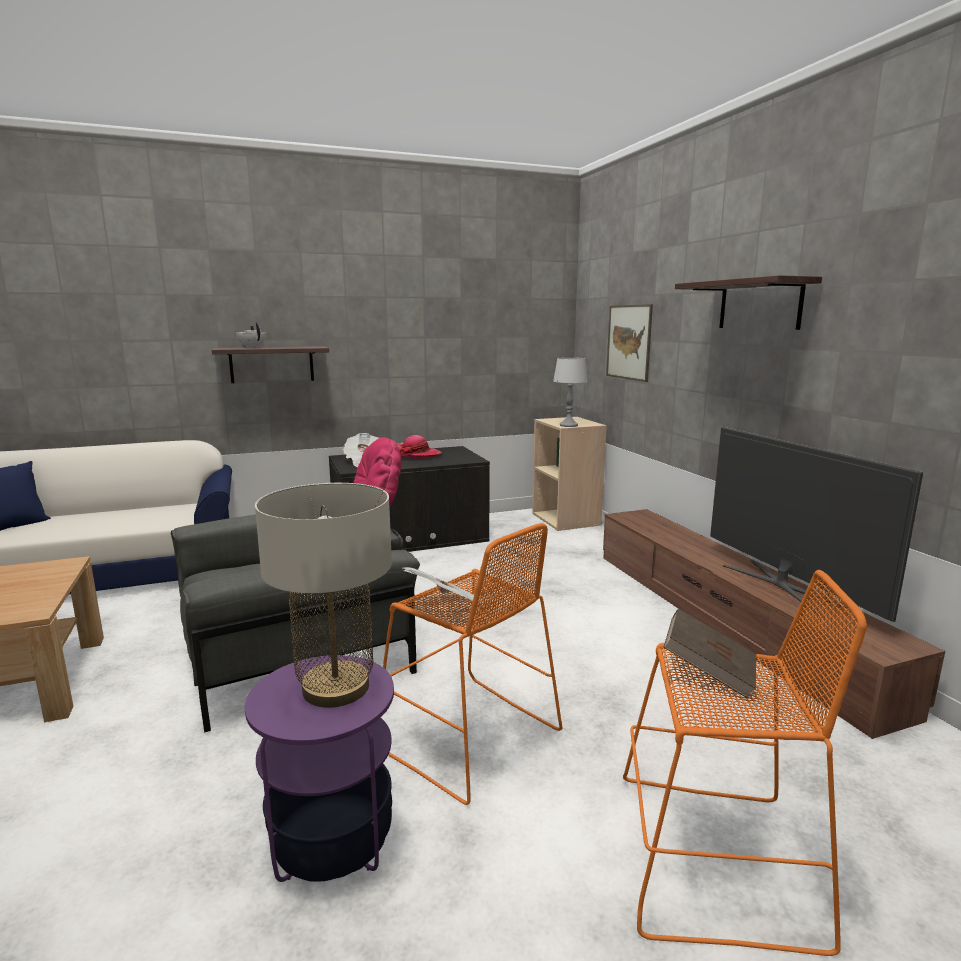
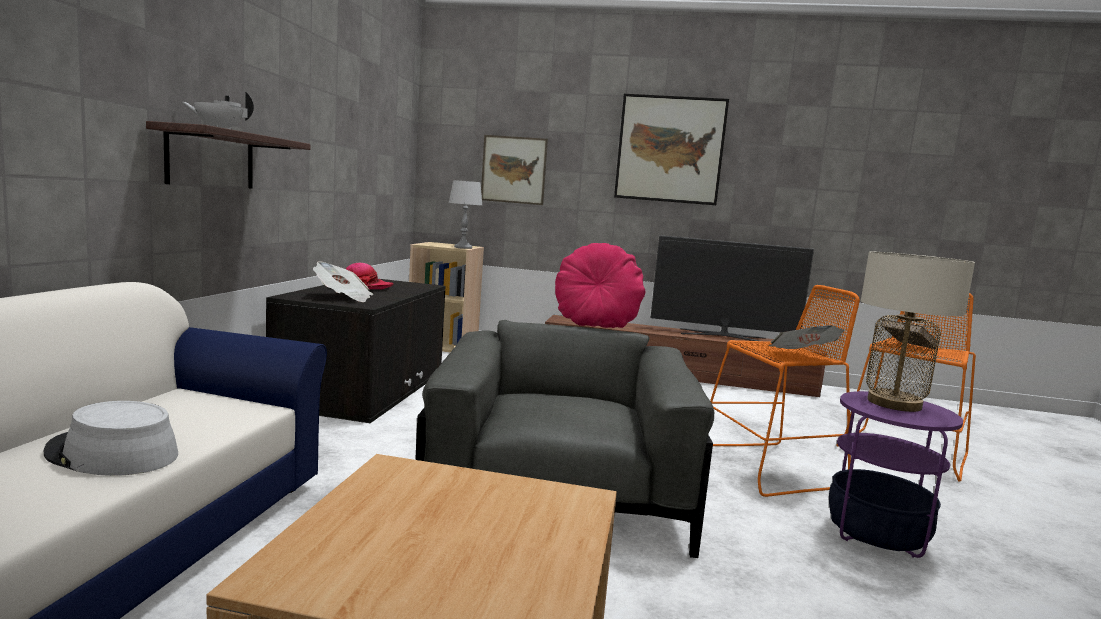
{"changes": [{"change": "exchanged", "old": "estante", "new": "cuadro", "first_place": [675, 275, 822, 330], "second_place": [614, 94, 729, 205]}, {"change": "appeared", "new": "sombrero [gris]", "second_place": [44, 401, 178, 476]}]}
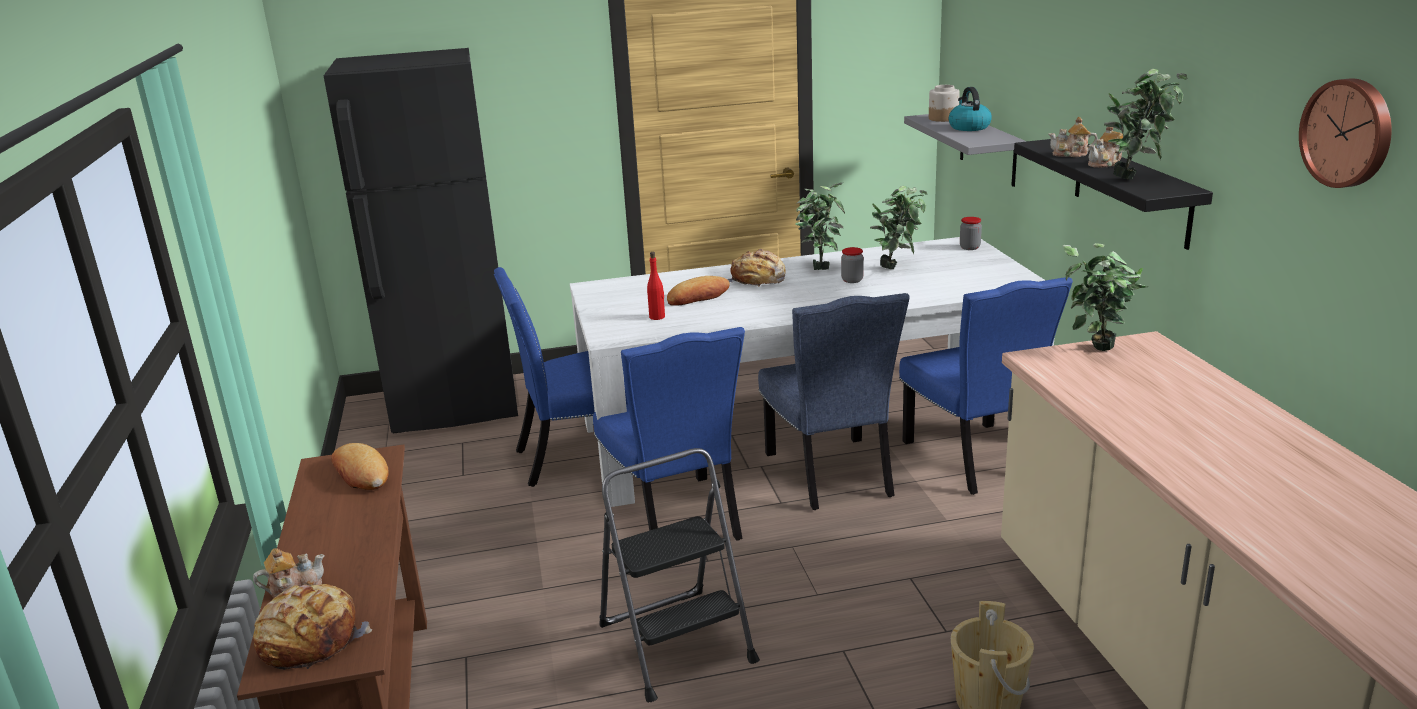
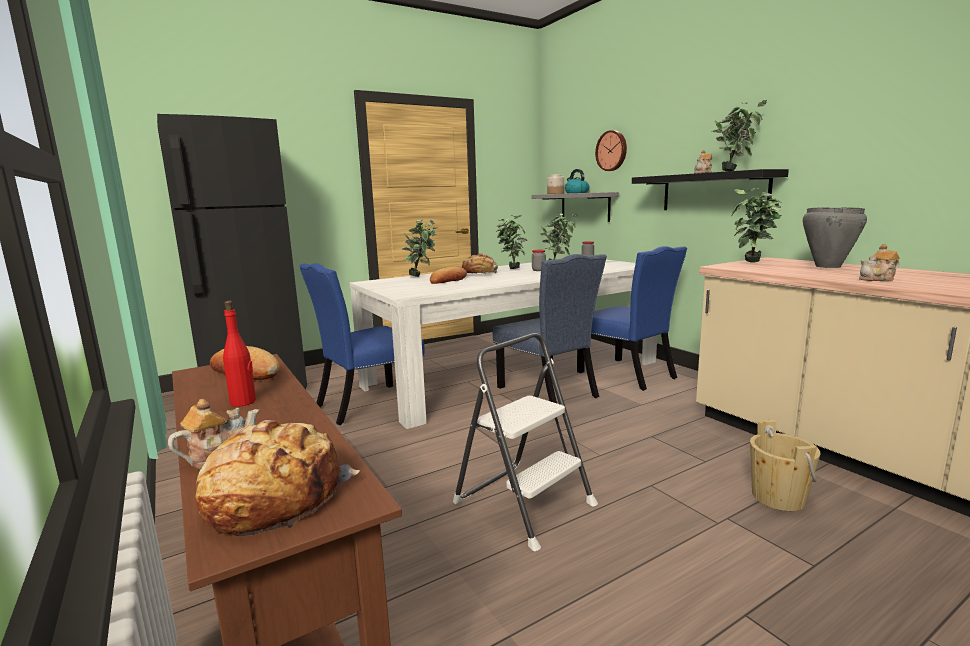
{"changes": [{"change": "relocated", "old": "reloj de pared", "first_place": [1299, 79, 1392, 188], "second_place": [595, 130, 627, 171]}, {"change": "relocated", "old": "tetera", "first_place": [1049, 117, 1098, 157], "second_place": [859, 244, 900, 281]}, {"change": "relocated", "old": "botella [rojo]", "first_place": [647, 252, 665, 320], "second_place": [223, 301, 256, 407]}, {"change": "missing", "old": "silla [azul]", "first_place": [593, 327, 745, 541]}, {"change": "colour", "old": "escalera de tijera [negro]", "new": "escalera de tijera [blanco]", "first_place": [600, 448, 760, 702], "second_place": [453, 333, 598, 551]}, {"change": "appeared", "new": "olla [gris]", "second_place": [803, 207, 867, 268]}, {"change": "appeared", "new": "planta en maceta", "second_place": [402, 219, 437, 277]}]}
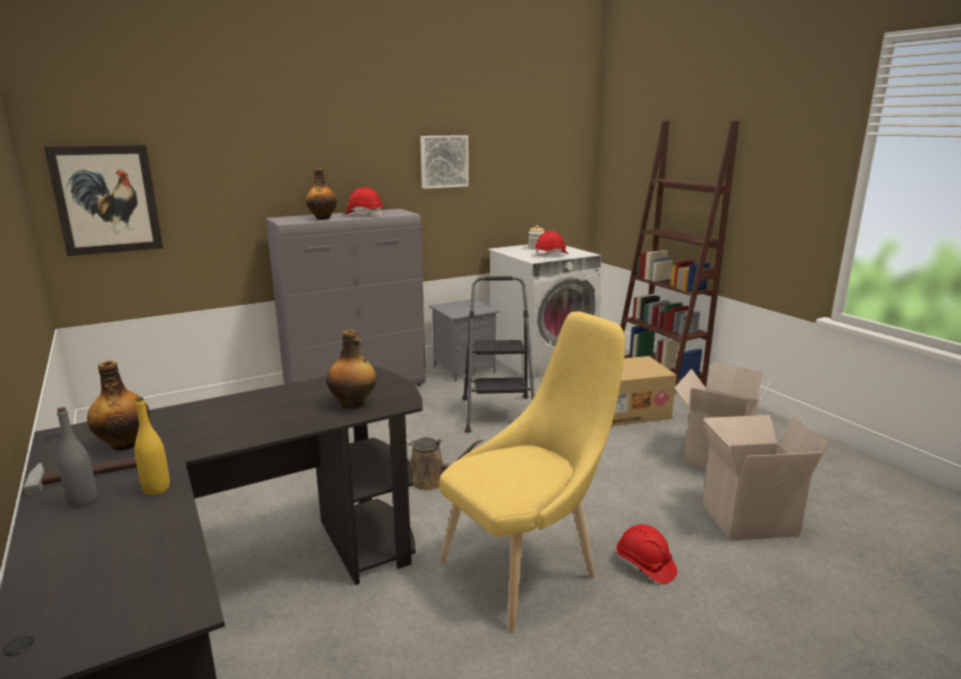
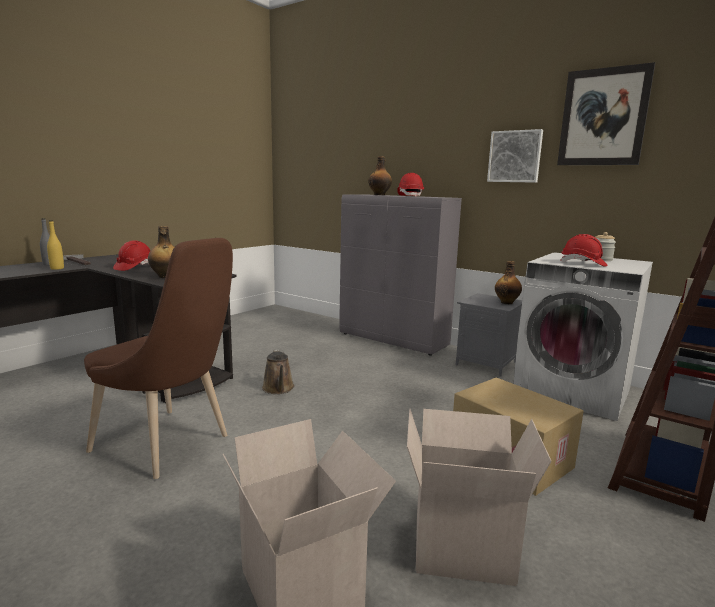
{"changes": [{"change": "relocated", "old": "cuadro", "first_place": [44, 145, 163, 256], "second_place": [557, 62, 655, 165]}, {"change": "missing", "old": "escalera de tijera [negro]", "first_place": [462, 276, 535, 433]}, {"change": "colour", "old": "silla [amarillo]", "new": "silla [marrón]", "first_place": [439, 311, 625, 632], "second_place": [84, 238, 233, 479]}, {"change": "relocated", "old": "botella", "first_place": [87, 360, 150, 451], "second_place": [495, 261, 522, 304]}, {"change": "relocated", "old": "casco [rojo]", "first_place": [616, 524, 677, 584], "second_place": [113, 241, 150, 271]}]}
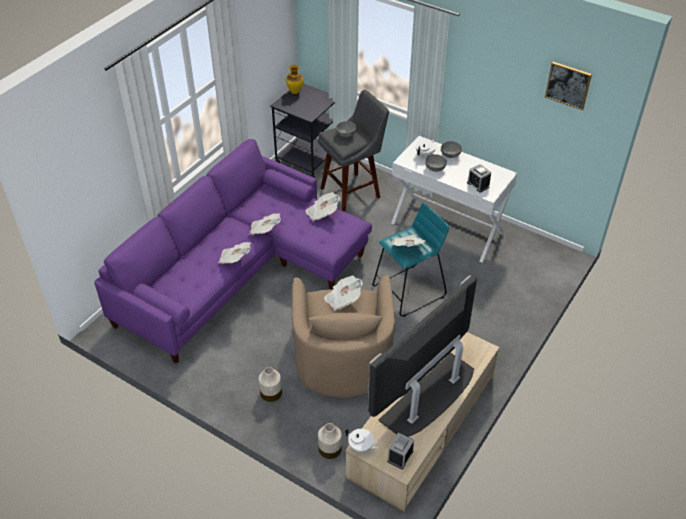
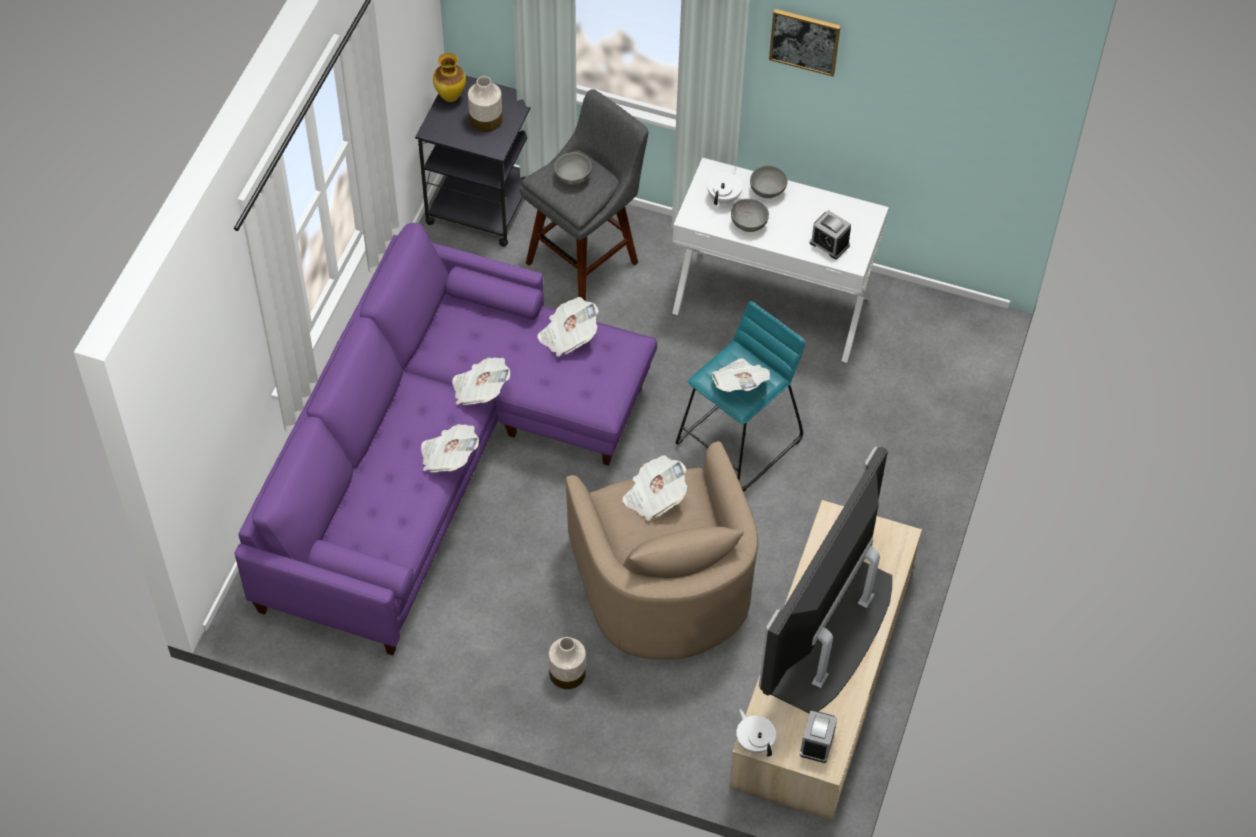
{"changes": [{"change": "relocated", "old": "cuadro", "first_place": [545, 62, 592, 110], "second_place": [769, 9, 841, 77]}, {"change": "relocated", "old": "florero [beis]", "first_place": [318, 423, 342, 459], "second_place": [468, 76, 503, 132]}, {"change": "spun", "old": "tetera [blanco]", "first_place": [345, 428, 379, 453], "second_place": [736, 709, 776, 757], "degrees": -135}]}
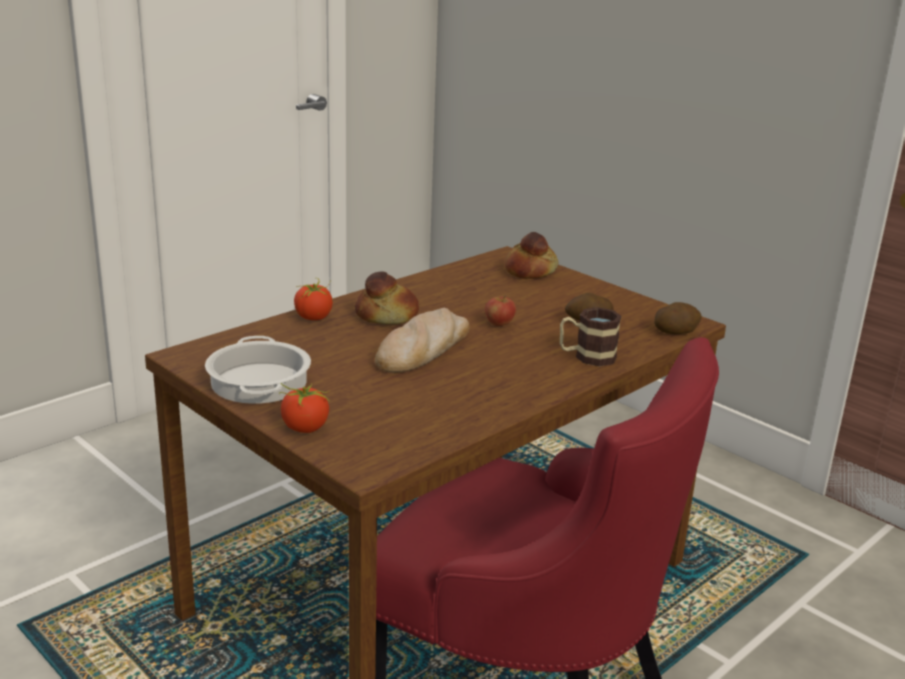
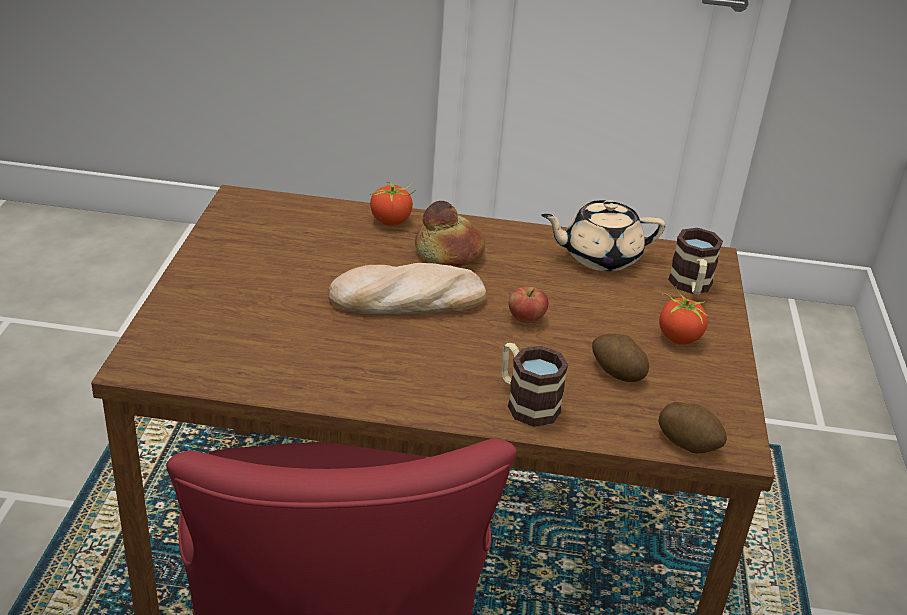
{"changes": [{"change": "exchanged", "old": "pan", "new": "taza grande", "first_place": [504, 232, 559, 279], "second_place": [668, 228, 723, 295]}, {"change": "missing", "old": "olla", "first_place": [205, 336, 311, 404]}, {"change": "relocated", "old": "tomate", "first_place": [279, 383, 330, 433], "second_place": [659, 286, 710, 344]}, {"change": "appeared", "new": "tetera [beis]", "second_place": [541, 200, 665, 271]}]}
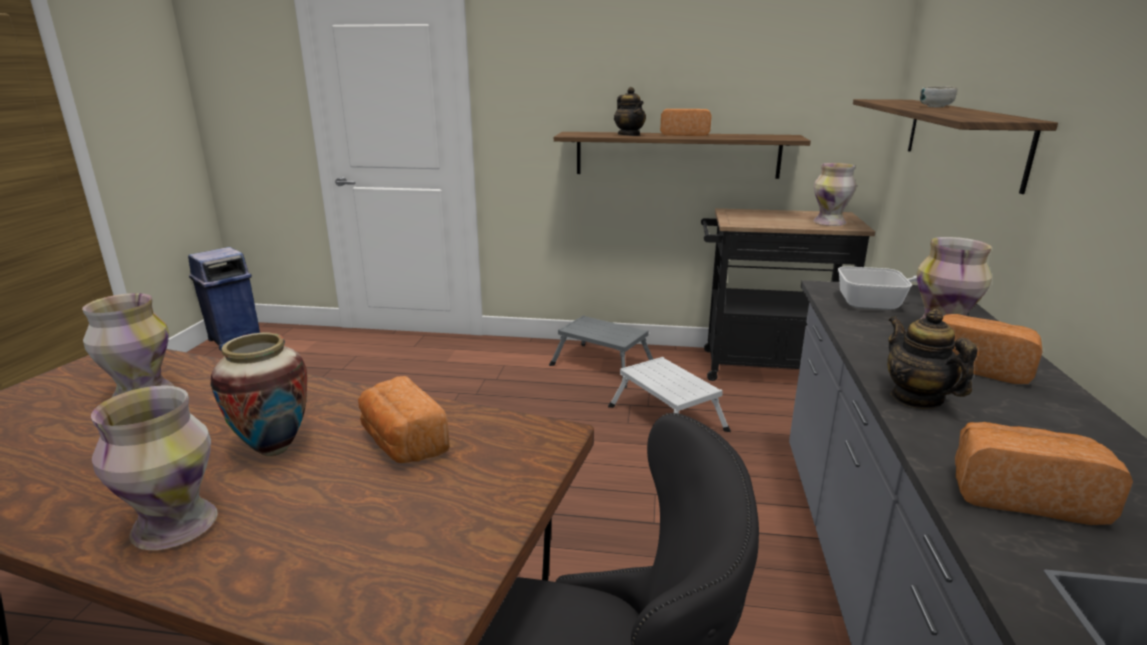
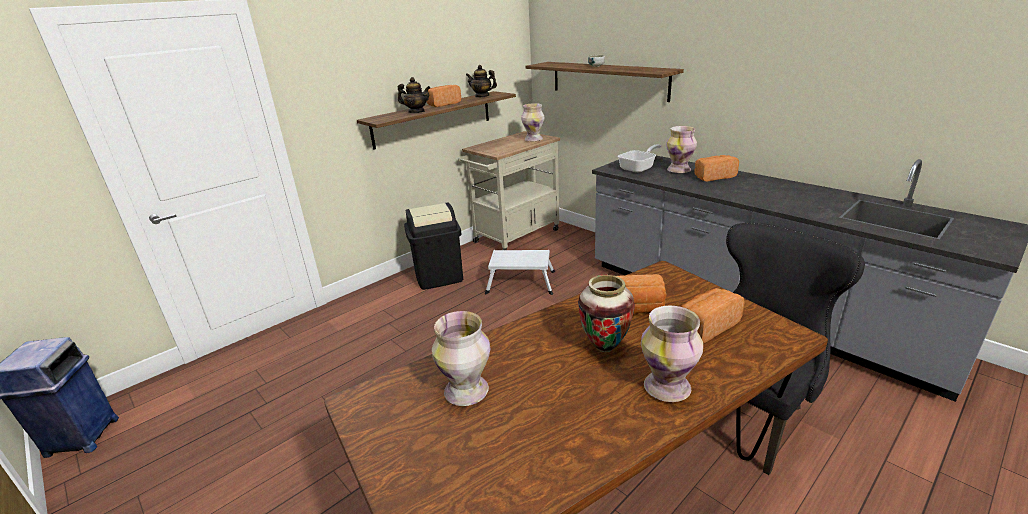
{"changes": [{"change": "colour", "old": "carrito [negro]", "new": "carrito [beis]", "first_place": [701, 208, 875, 381], "second_place": [458, 131, 560, 250]}, {"change": "relocated", "old": "tetera", "first_place": [887, 309, 977, 409], "second_place": [466, 65, 497, 98]}, {"change": "exchanged", "old": "escalera de tijera [gris]", "new": "papelera [negro]", "first_place": [549, 315, 653, 388], "second_place": [404, 203, 463, 290]}, {"change": "relocated", "old": "pan", "first_place": [955, 422, 1133, 525], "second_place": [680, 288, 744, 343]}]}
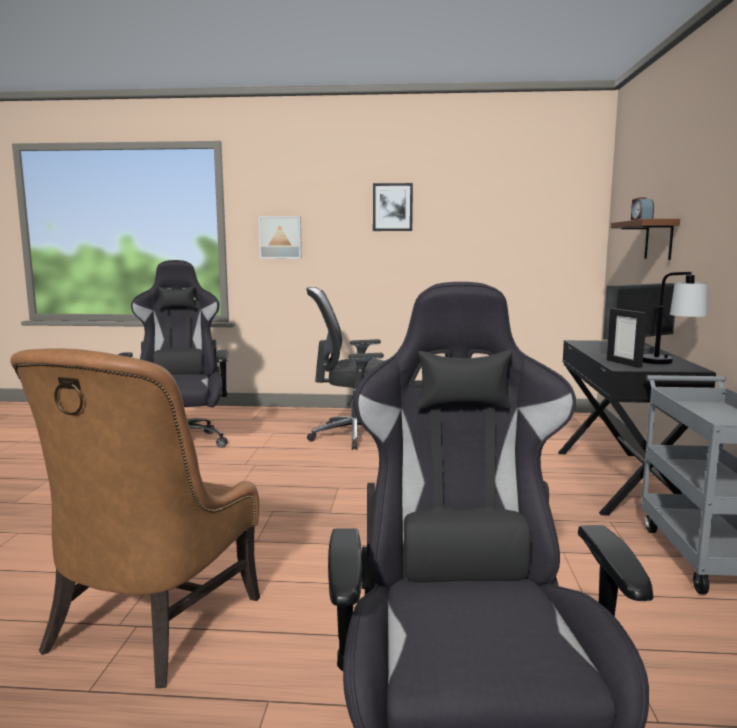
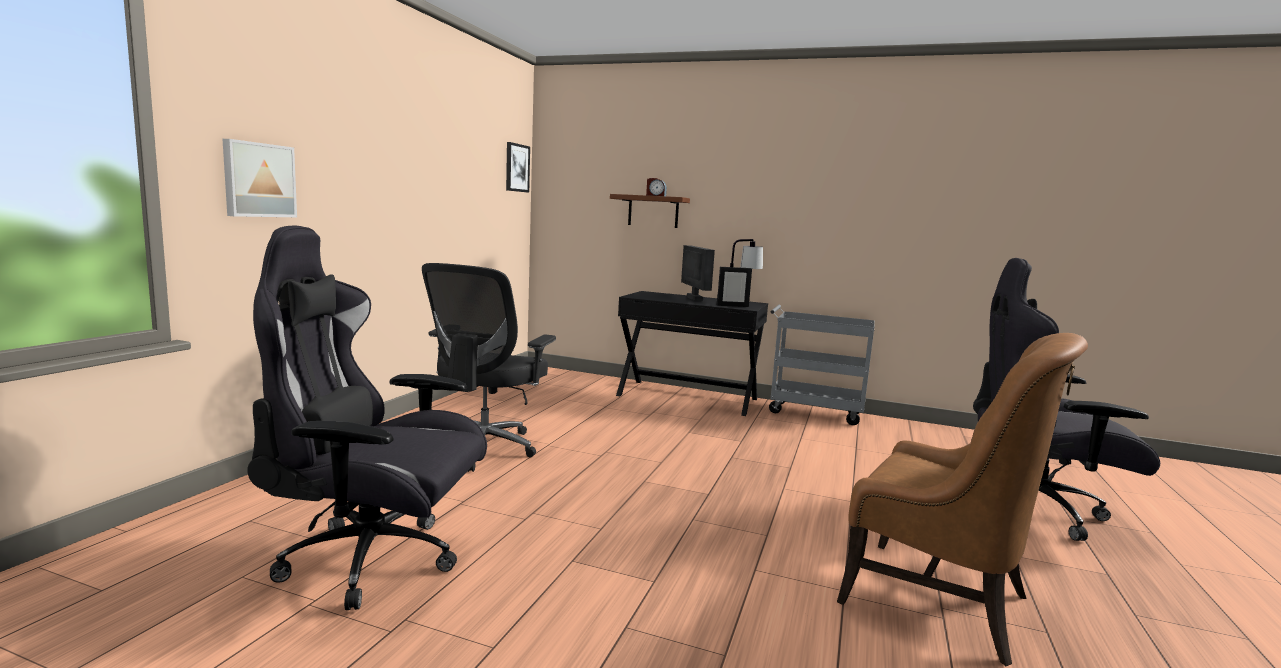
{"changes": [{"change": "relocated", "old": "cuadro", "first_place": [373, 183, 413, 231], "second_place": [506, 142, 530, 193]}]}
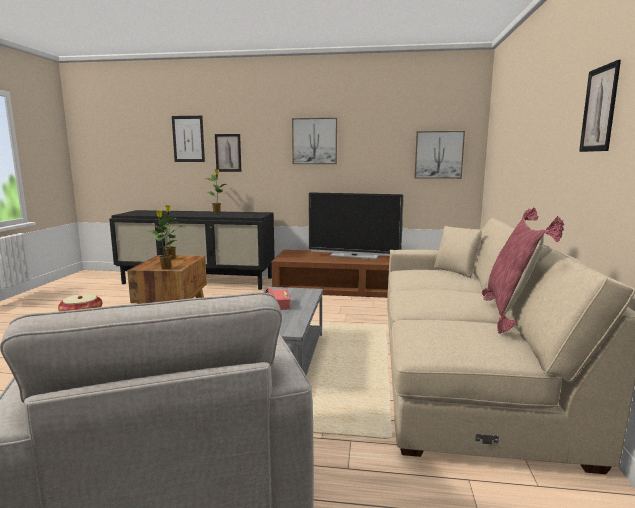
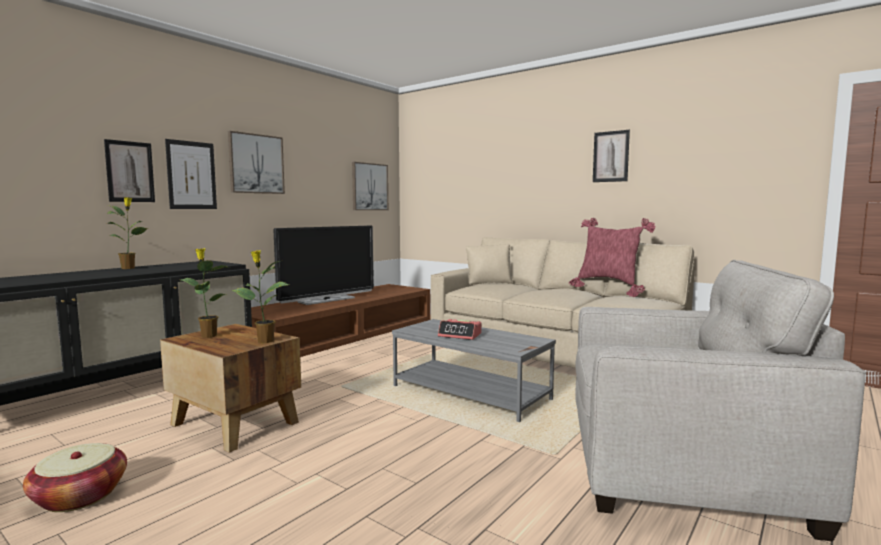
{"changes": [{"change": "relocated", "old": "cuadro", "first_place": [172, 116, 205, 162], "second_place": [165, 139, 217, 209]}]}
